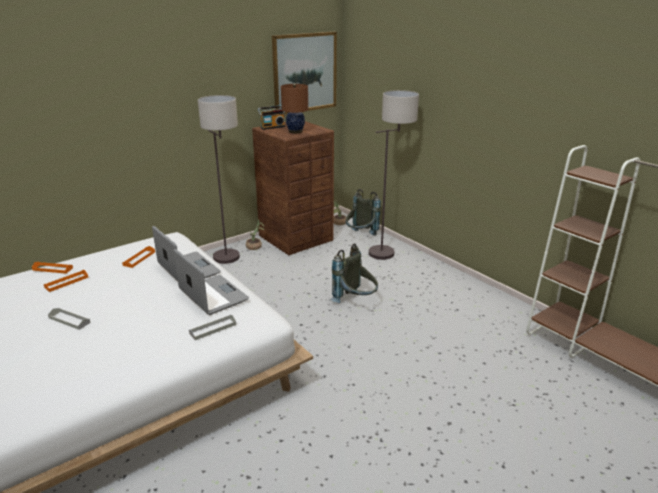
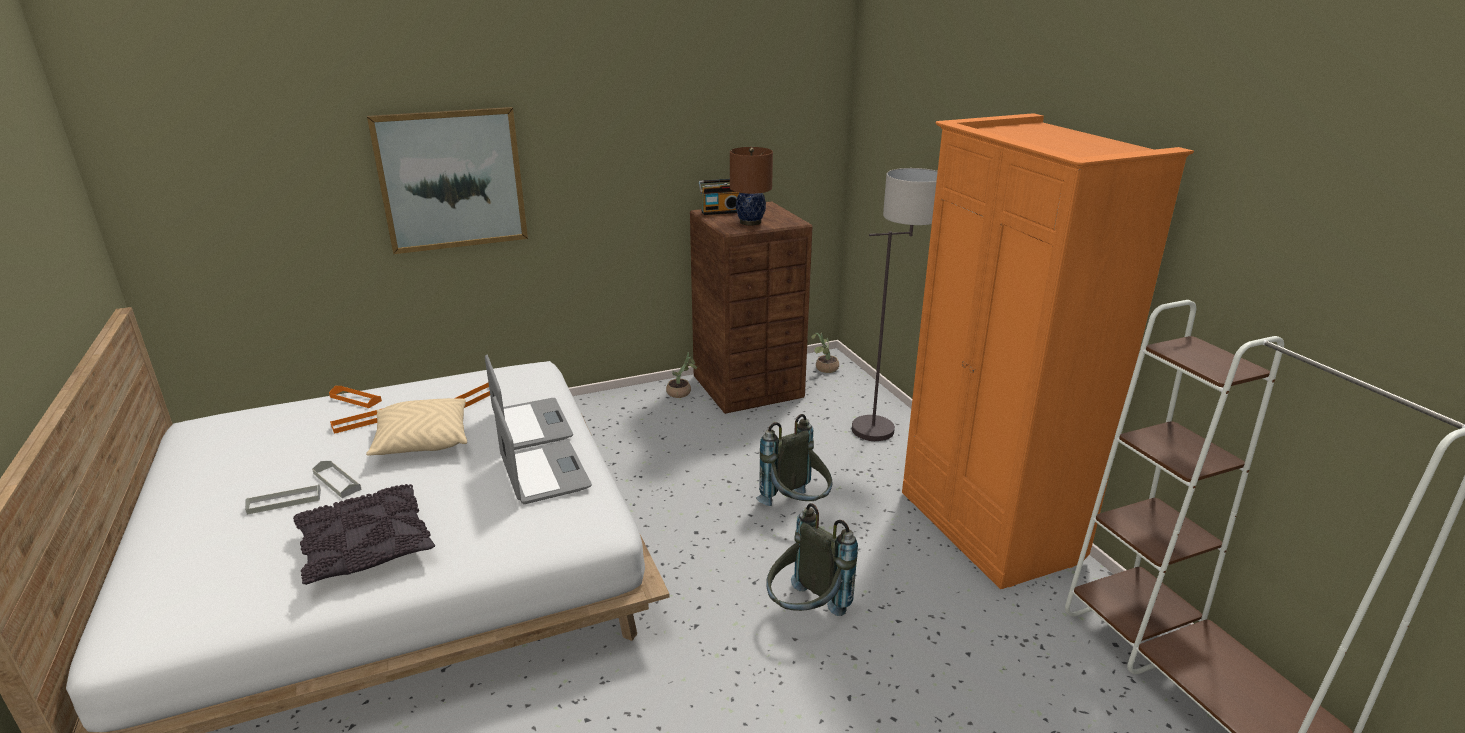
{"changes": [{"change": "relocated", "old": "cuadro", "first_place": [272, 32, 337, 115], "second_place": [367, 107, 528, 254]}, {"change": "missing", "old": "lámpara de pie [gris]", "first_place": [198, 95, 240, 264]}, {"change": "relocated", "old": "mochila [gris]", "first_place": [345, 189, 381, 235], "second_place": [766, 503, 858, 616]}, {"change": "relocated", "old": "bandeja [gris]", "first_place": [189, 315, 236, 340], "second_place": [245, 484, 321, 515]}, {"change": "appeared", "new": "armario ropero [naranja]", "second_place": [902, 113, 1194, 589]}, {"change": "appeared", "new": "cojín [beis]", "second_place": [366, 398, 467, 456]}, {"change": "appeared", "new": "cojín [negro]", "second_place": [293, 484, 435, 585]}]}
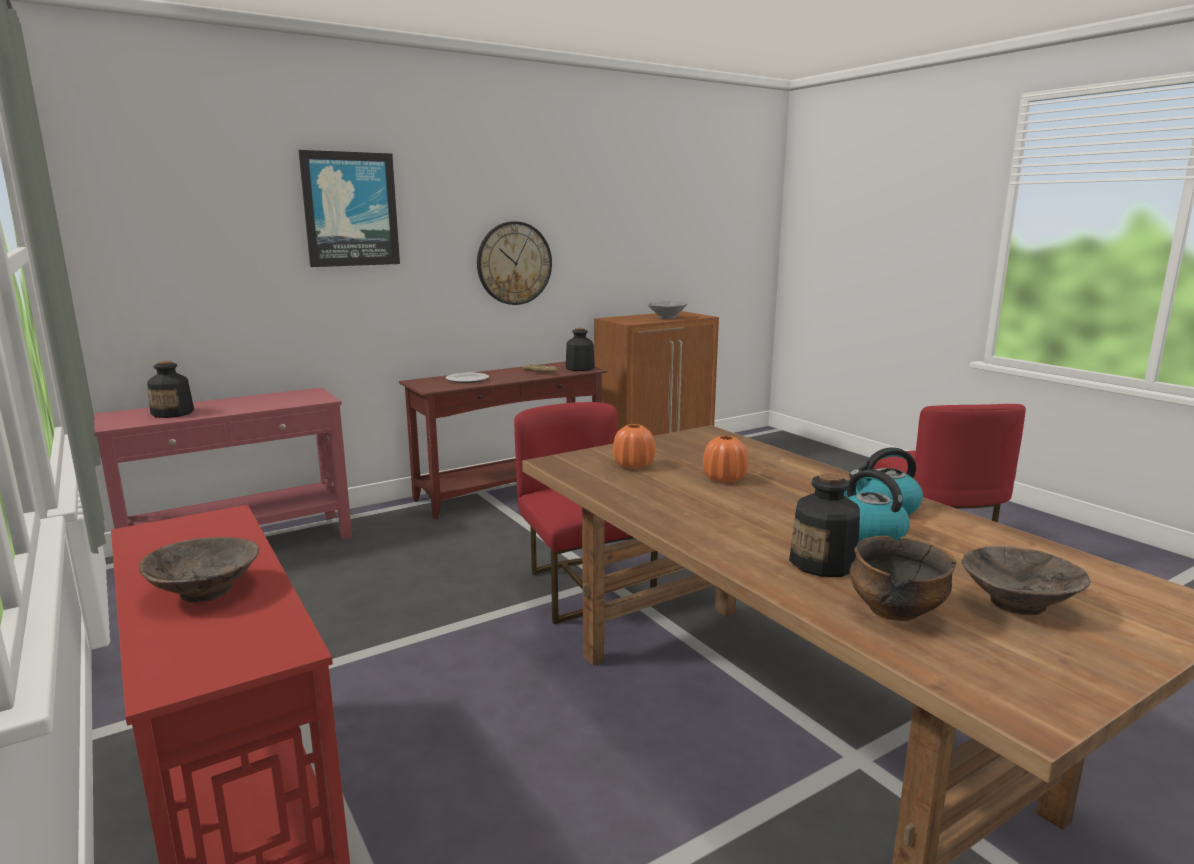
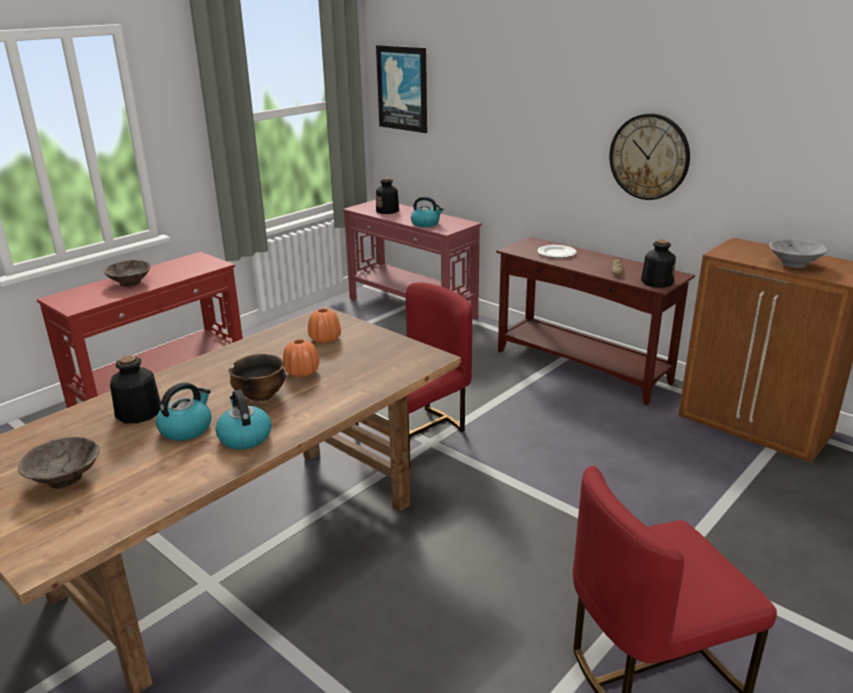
{"changes": [{"change": "relocated", "old": "cuadro", "first_place": [298, 150, 400, 267], "second_place": [376, 45, 427, 133]}, {"change": "relocated", "old": "cuenco", "first_place": [849, 536, 956, 621], "second_place": [229, 354, 286, 401]}, {"change": "appeared", "new": "hervidor", "second_place": [411, 196, 444, 227]}]}
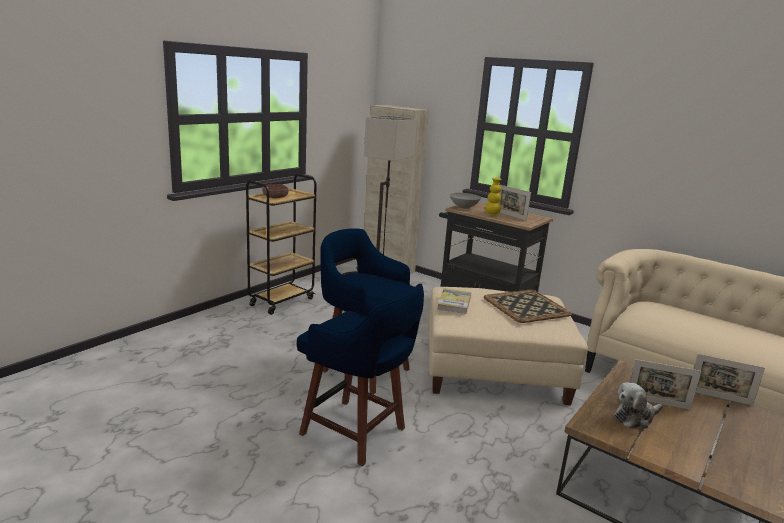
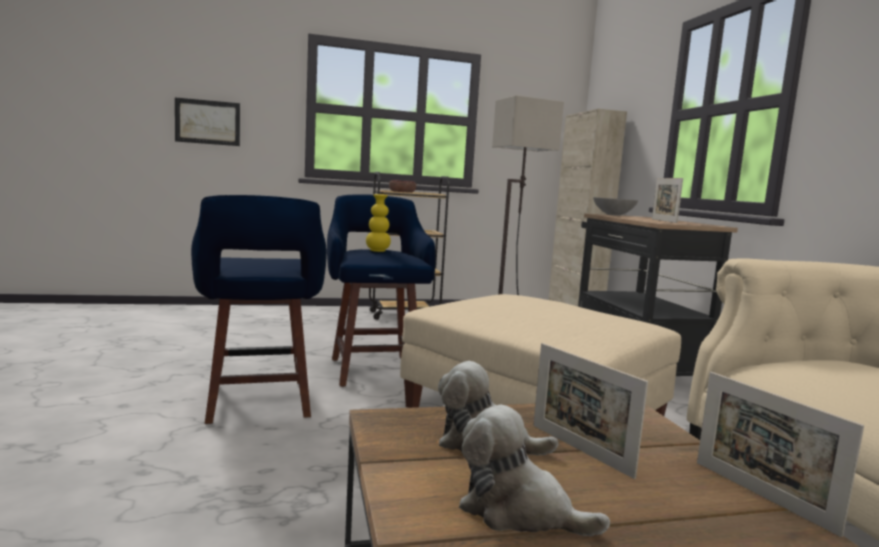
{"changes": [{"change": "relocated", "old": "florero [amarillo]", "first_place": [485, 178, 502, 215], "second_place": [366, 194, 391, 252]}, {"change": "missing", "old": "libro", "first_place": [437, 288, 471, 314]}, {"change": "missing", "old": "bandeja", "first_place": [484, 290, 572, 323]}, {"change": "appeared", "new": "cuadro", "second_place": [175, 97, 240, 146]}, {"change": "appeared", "new": "peluche", "second_place": [459, 405, 610, 536]}]}
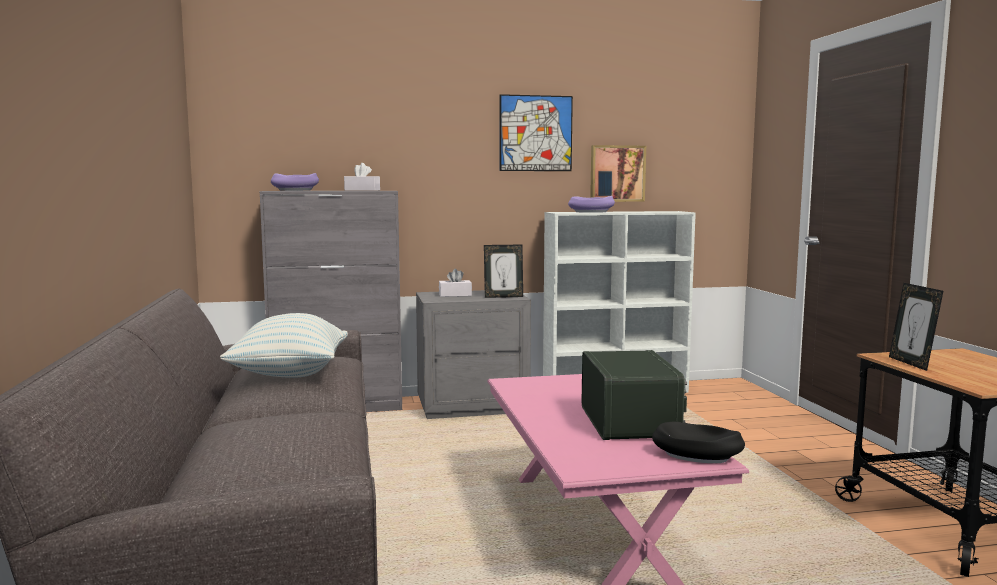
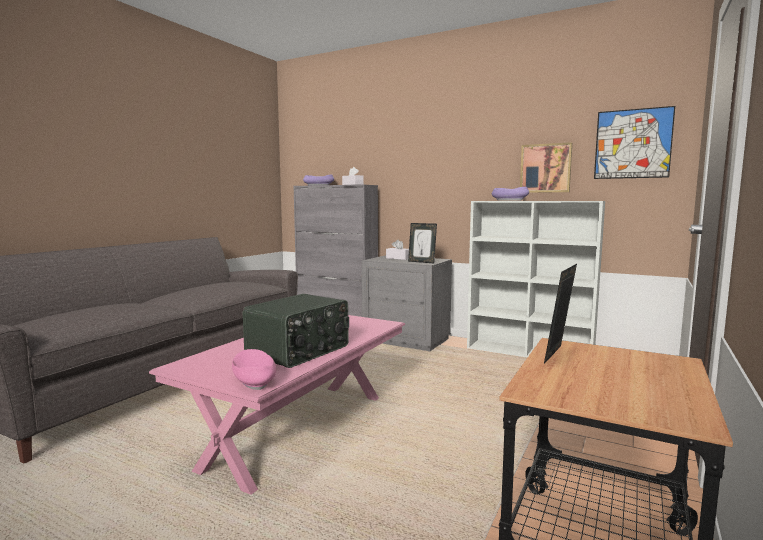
{"changes": [{"change": "relocated", "old": "cuadro", "first_place": [500, 94, 573, 171], "second_place": [594, 106, 675, 179]}, {"change": "missing", "old": "cojín", "first_place": [220, 313, 348, 378]}, {"change": "colour", "old": "cuenco [negro]", "new": "cuenco [rosa]", "first_place": [652, 422, 745, 463], "second_place": [232, 349, 276, 390]}]}
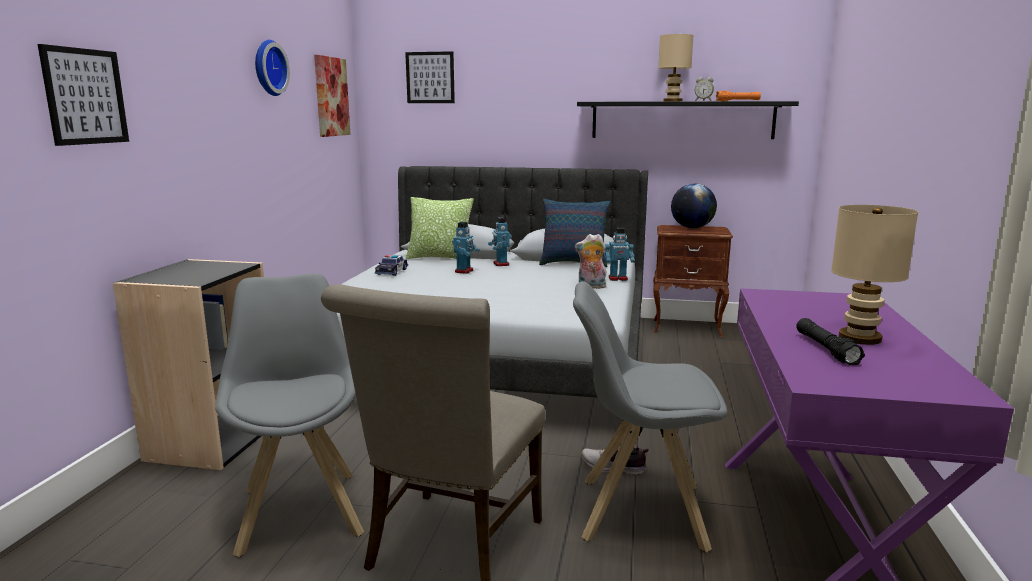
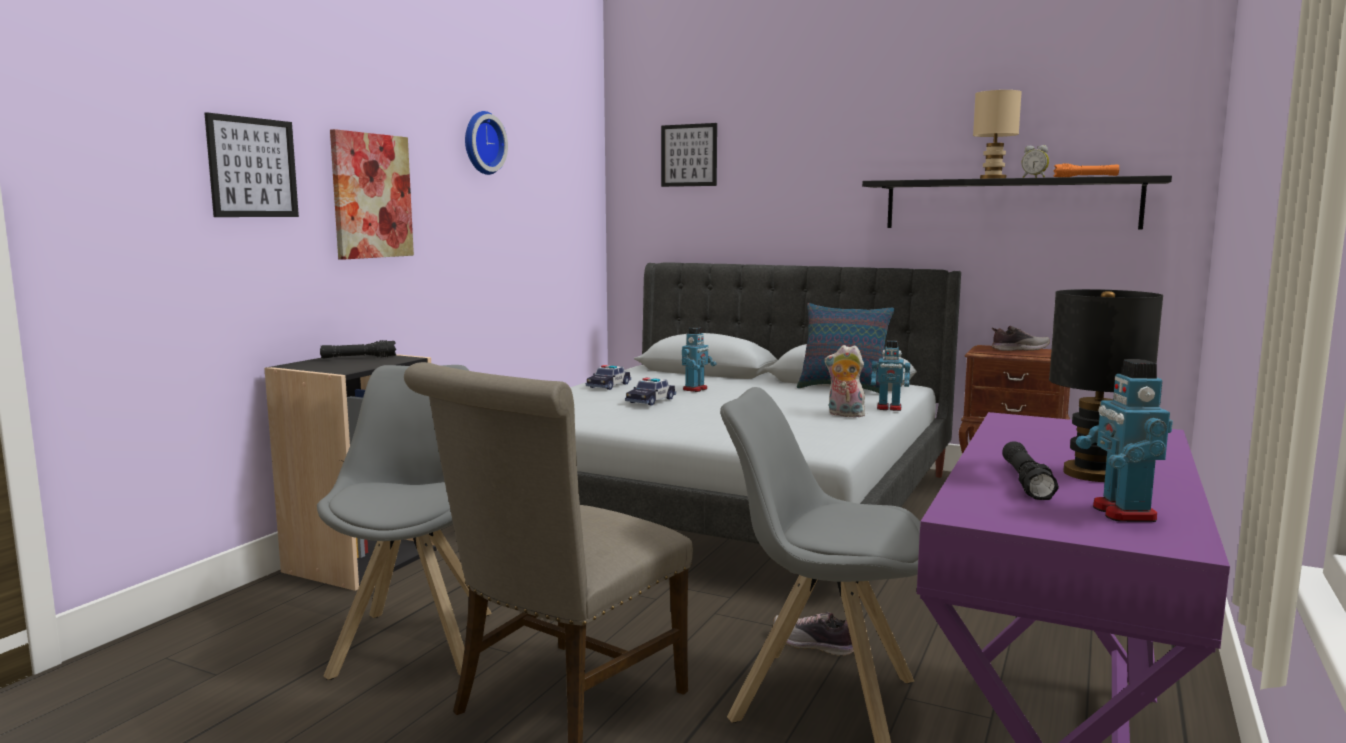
{"changes": [{"change": "relocated", "old": "cuadro", "first_place": [314, 55, 351, 137], "second_place": [330, 129, 414, 260]}, {"change": "exchanged", "old": "globo terráqueo", "new": "zapato", "first_place": [671, 184, 717, 228], "second_place": [992, 326, 1050, 351]}, {"change": "missing", "old": "cojín", "first_place": [406, 197, 473, 259]}, {"change": "colour", "old": "lámpara de mesa [beis]", "new": "lámpara de mesa [negro]", "first_place": [831, 205, 918, 345], "second_place": [1049, 289, 1163, 482]}, {"change": "relocated", "old": "robot de juguete", "first_place": [488, 217, 512, 266], "second_place": [1076, 360, 1173, 522]}, {"change": "appeared", "new": "linterna [negro]", "second_place": [320, 340, 396, 359]}, {"change": "appeared", "new": "coche de juguete", "second_place": [625, 377, 676, 406]}]}
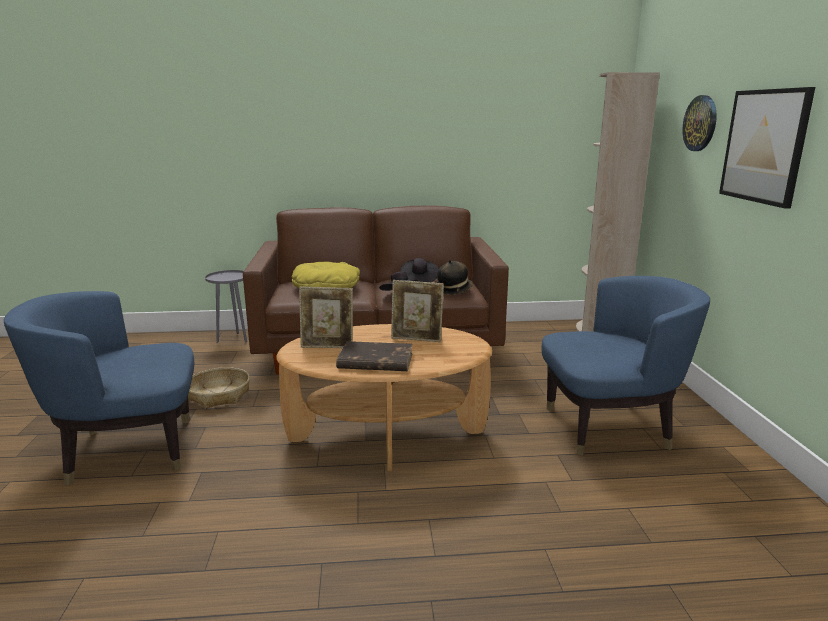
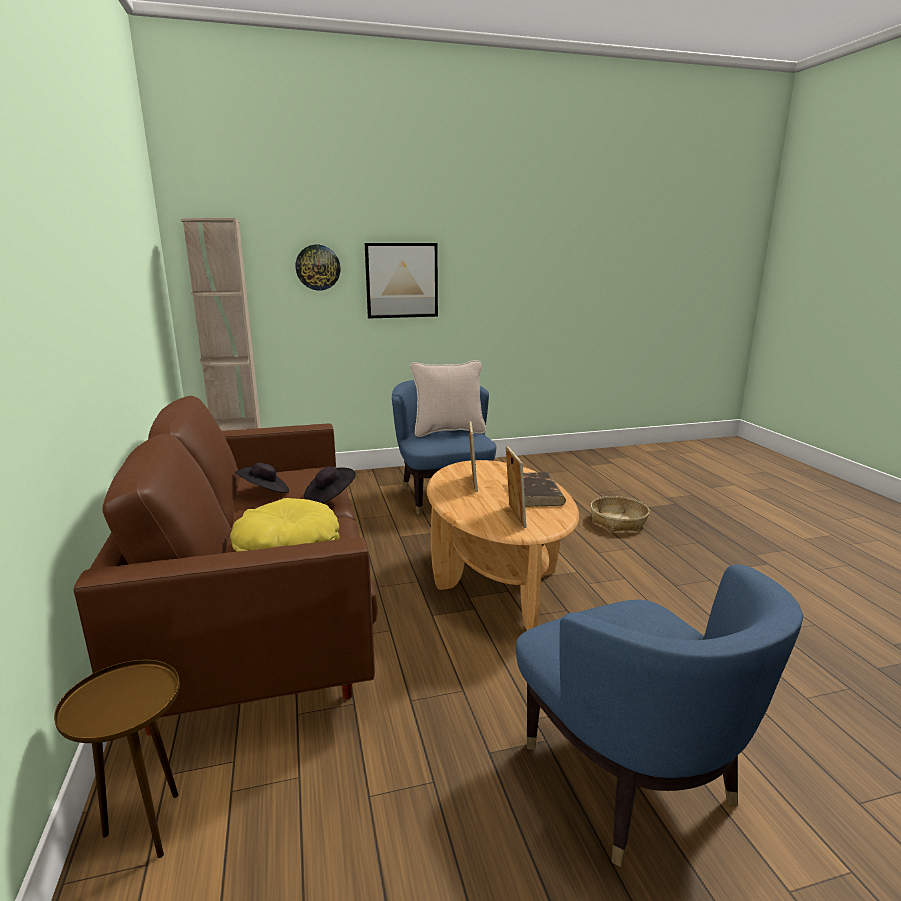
{"changes": [{"change": "missing", "old": "sombrero", "first_place": [437, 259, 473, 295]}, {"change": "colour", "old": "mesa auxiliar [gris]", "new": "mesa auxiliar [marrón]", "first_place": [205, 270, 247, 343], "second_place": [54, 660, 180, 858]}, {"change": "relocated", "old": "cesta", "first_place": [188, 367, 250, 409], "second_place": [590, 496, 650, 532]}, {"change": "appeared", "new": "cojín [beis]", "second_place": [410, 360, 486, 437]}]}
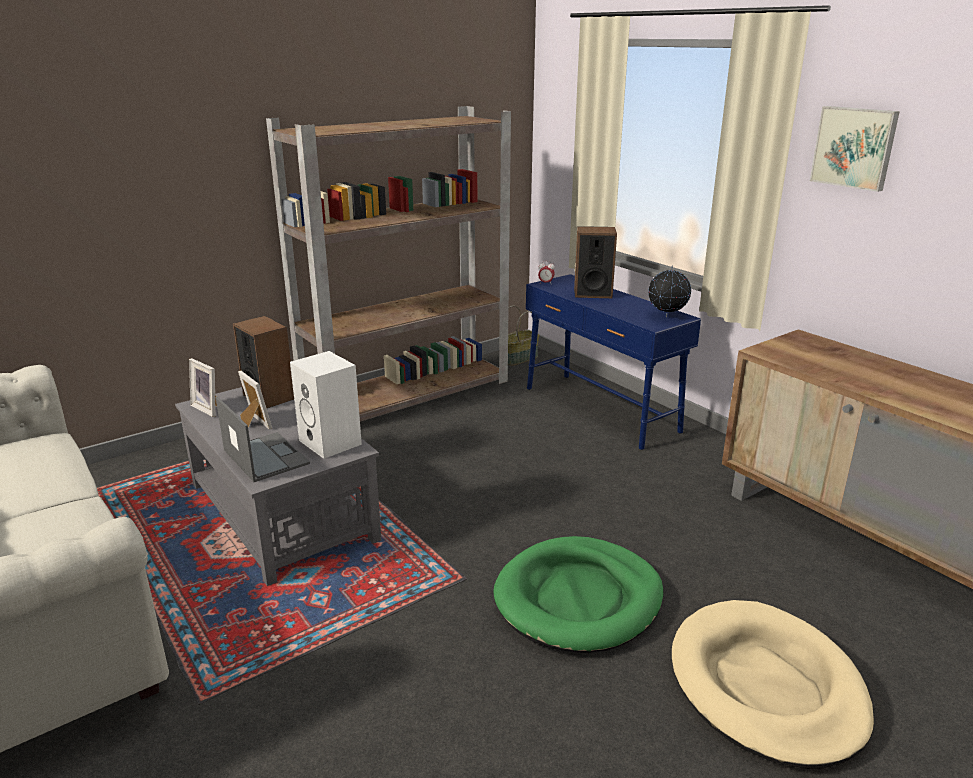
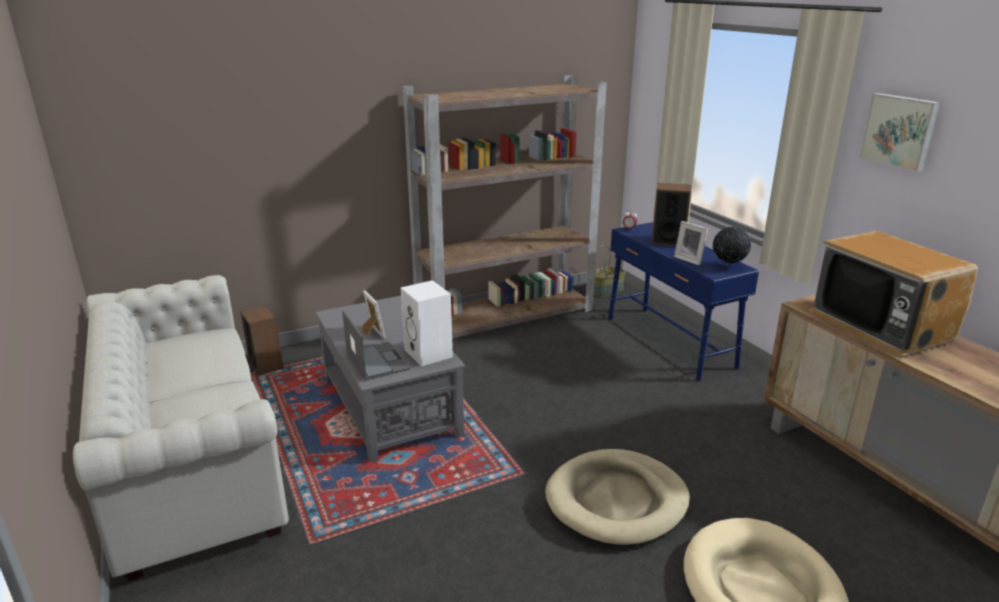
{"changes": [{"change": "relocated", "old": "altavoz", "first_place": [233, 316, 294, 408], "second_place": [241, 306, 284, 376]}, {"change": "relocated", "old": "portarretratos", "first_place": [189, 358, 217, 417], "second_place": [674, 221, 708, 265]}, {"change": "colour", "old": "cama para perro [verde]", "new": "cama para perro [beis]", "first_place": [493, 536, 664, 653], "second_place": [545, 449, 690, 546]}, {"change": "appeared", "new": "televisor", "second_place": [809, 231, 978, 357]}]}
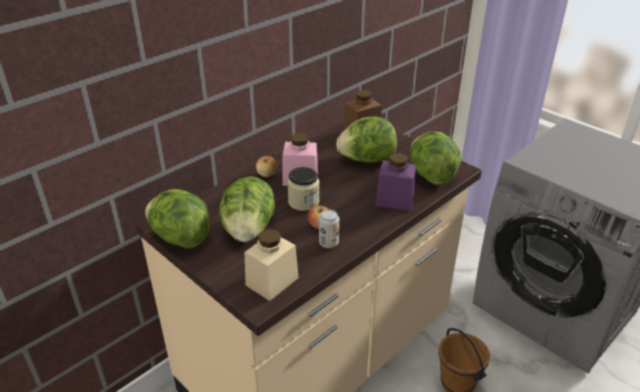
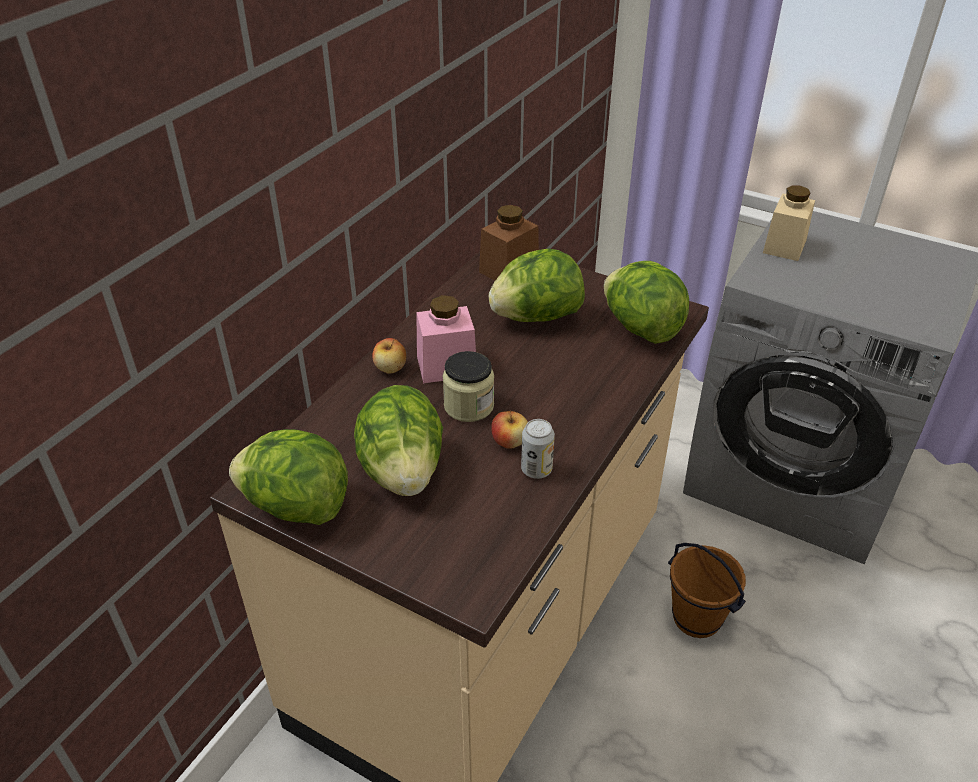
{"changes": [{"change": "missing", "old": "tarro [morado]", "first_place": [375, 153, 416, 211]}, {"change": "relocated", "old": "tarro [beis]", "first_place": [244, 229, 299, 301], "second_place": [763, 185, 815, 261]}]}
